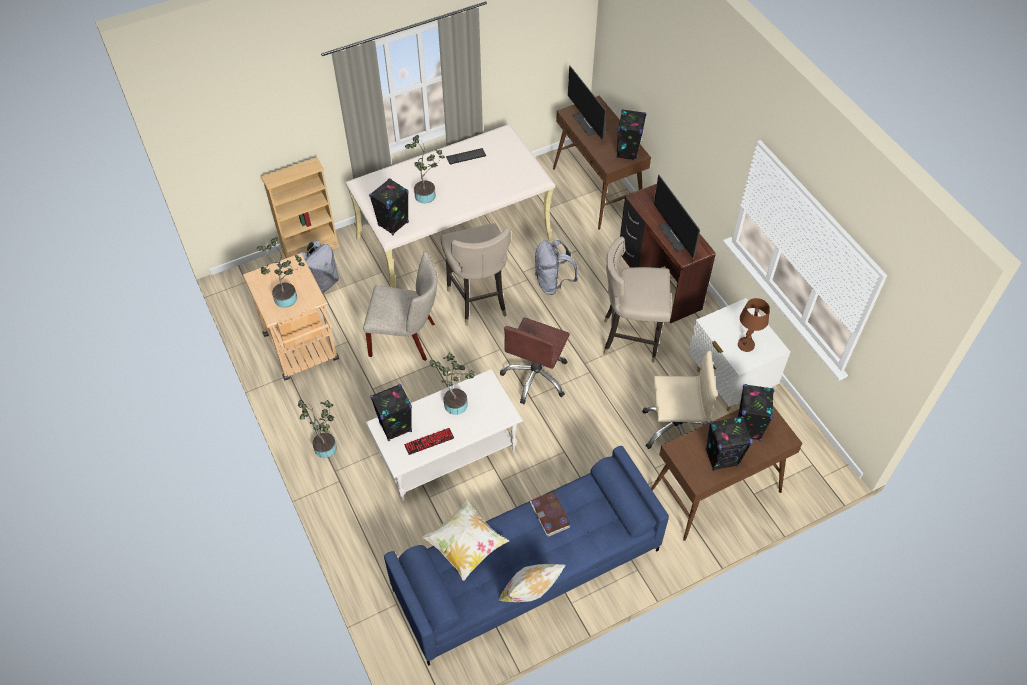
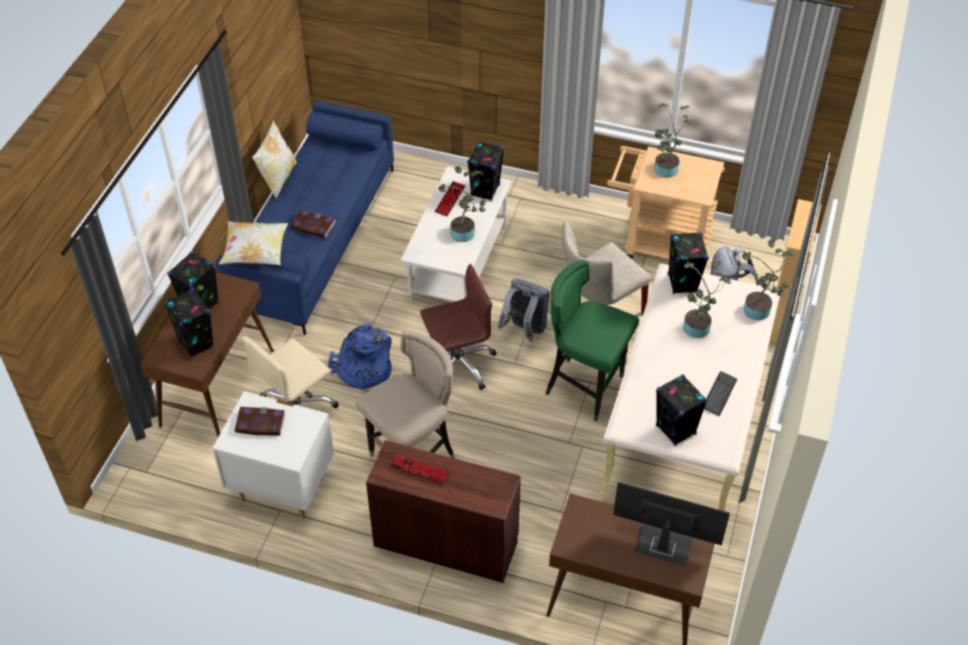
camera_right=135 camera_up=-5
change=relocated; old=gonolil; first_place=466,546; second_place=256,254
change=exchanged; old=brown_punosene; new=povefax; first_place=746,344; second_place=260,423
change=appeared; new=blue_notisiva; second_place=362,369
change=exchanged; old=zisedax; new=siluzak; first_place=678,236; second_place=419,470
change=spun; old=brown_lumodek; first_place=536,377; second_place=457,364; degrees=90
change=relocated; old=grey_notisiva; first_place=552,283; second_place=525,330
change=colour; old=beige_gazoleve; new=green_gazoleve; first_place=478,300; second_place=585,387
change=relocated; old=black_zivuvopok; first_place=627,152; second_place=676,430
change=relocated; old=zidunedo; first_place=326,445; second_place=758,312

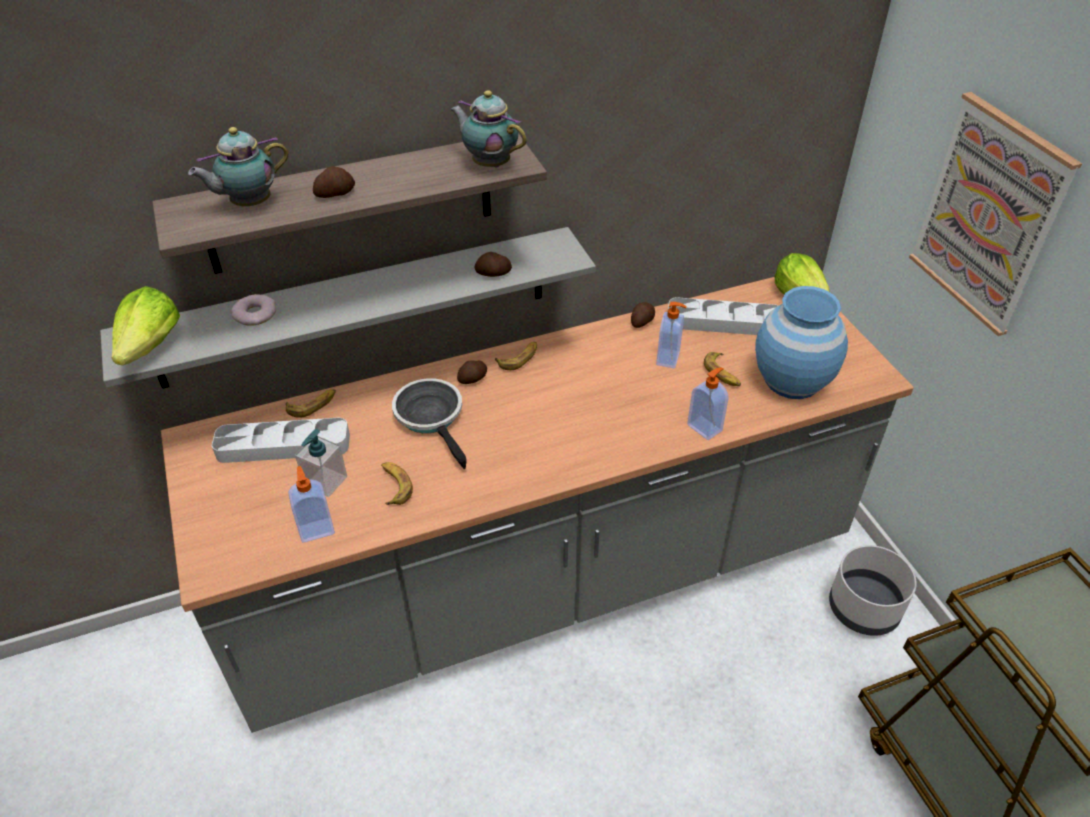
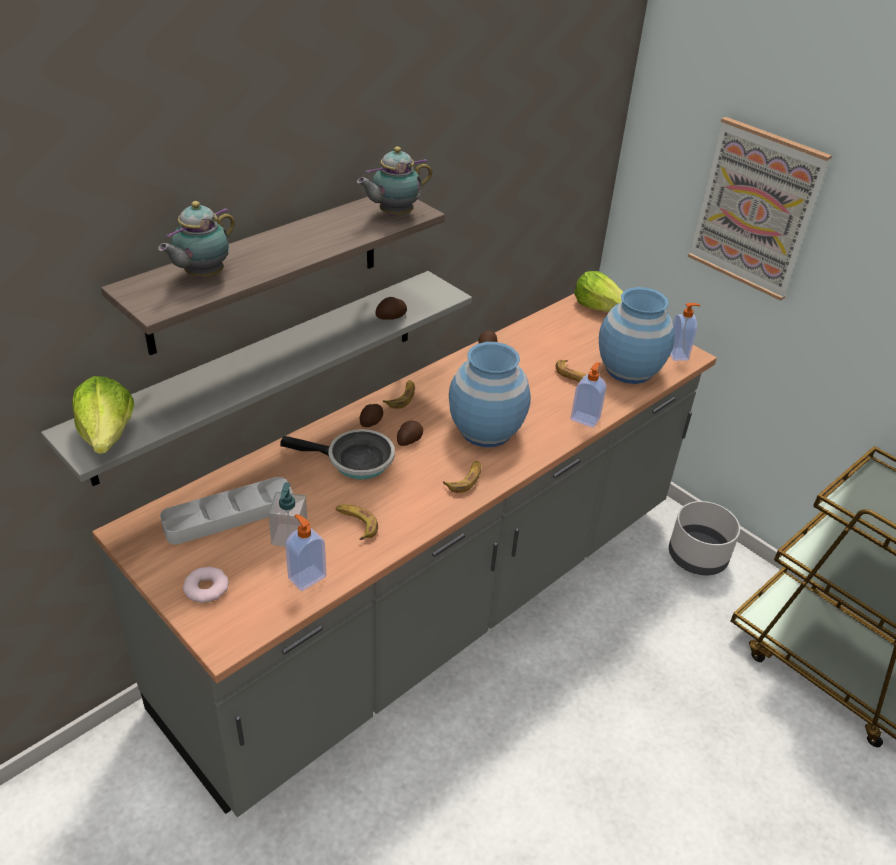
camera_right=-25 camera_up=-5
change=relocated; old=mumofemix; first_place=255,314; second_place=206,588
change=spun; old=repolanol; first_place=432,417; second_place=354,461; degrees=150
change=spun; old=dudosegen; first_place=489,164; second_place=393,214; degrees=-45
change=relocated; old=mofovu; first_place=334,193; second_place=409,440
change=relocated; old=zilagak; first_place=312,405; second_place=465,479
change=appeared; new=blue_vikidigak; second_place=485,431
change=relocated; old=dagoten; first_place=669,359; second_place=678,354
change=missing; old=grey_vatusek; first_place=724,322

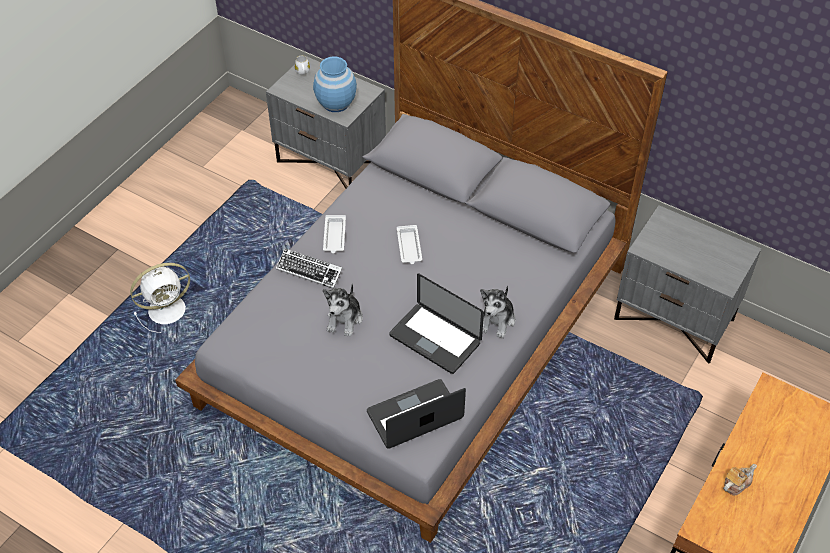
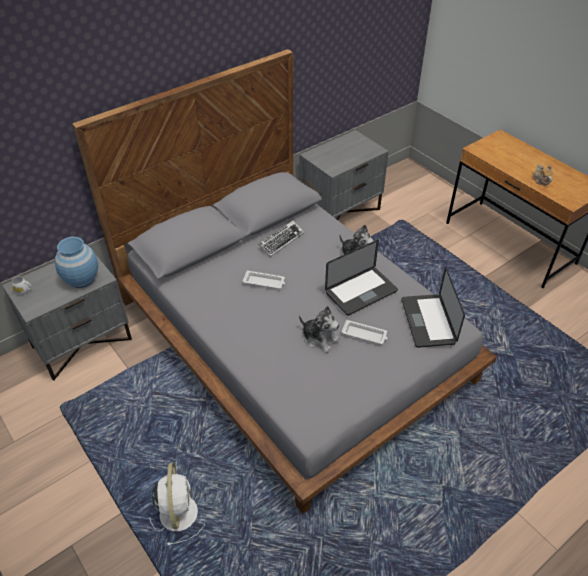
camera_right=-70 camera_up=-5
change=relocated; old=siluzak; first_place=309,271; second_place=281,241
change=relocated; old=white_vatusek; first_place=334,236; second_place=365,334

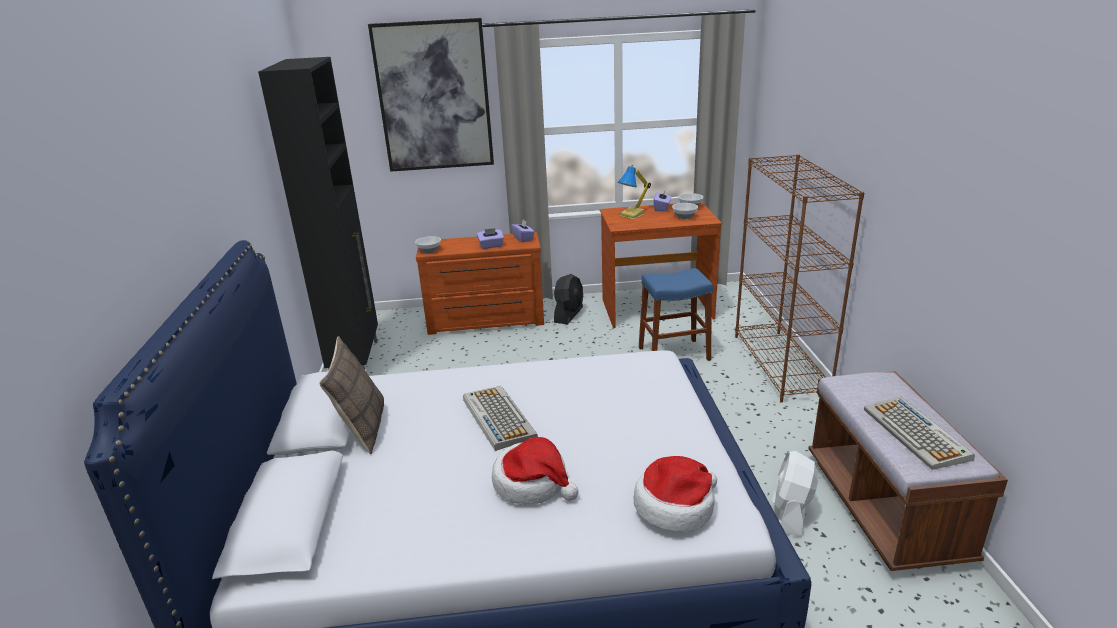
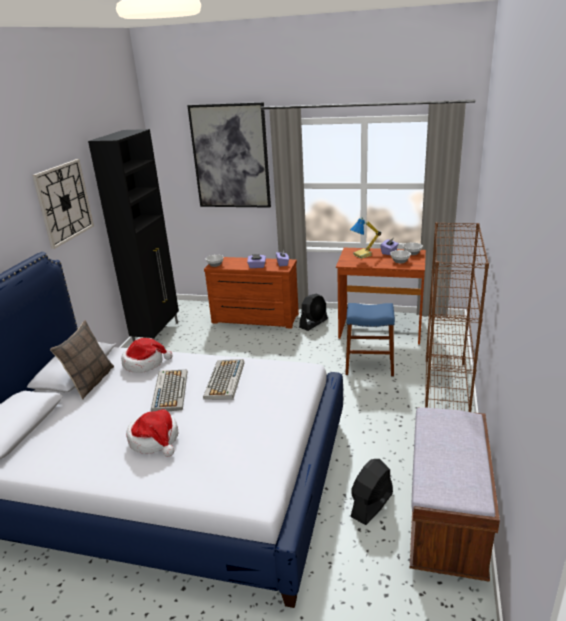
camera_right=20 camera_up=0
change=appeared; new=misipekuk; second_place=64,202
change=relocated; old=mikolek; first_place=675,506; second_place=145,363
change=relocated; old=siluzak; first_place=917,434; second_place=225,380
change=colour; old=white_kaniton; new=black_kaniton; first_place=791,512; second_place=371,505

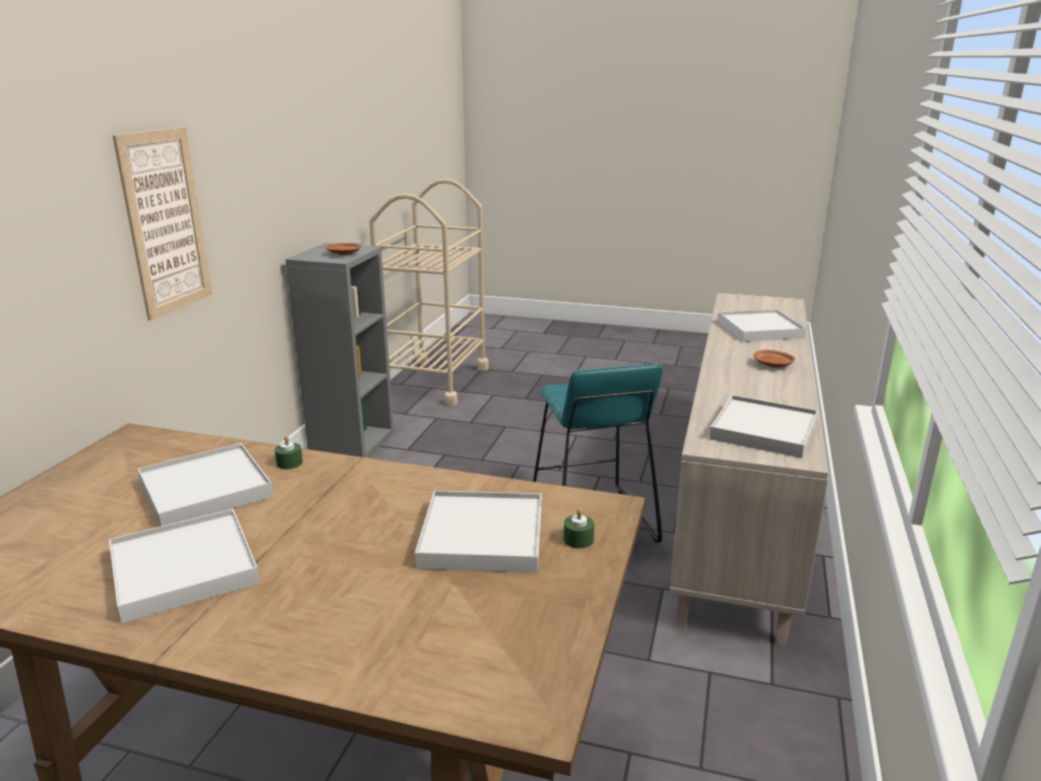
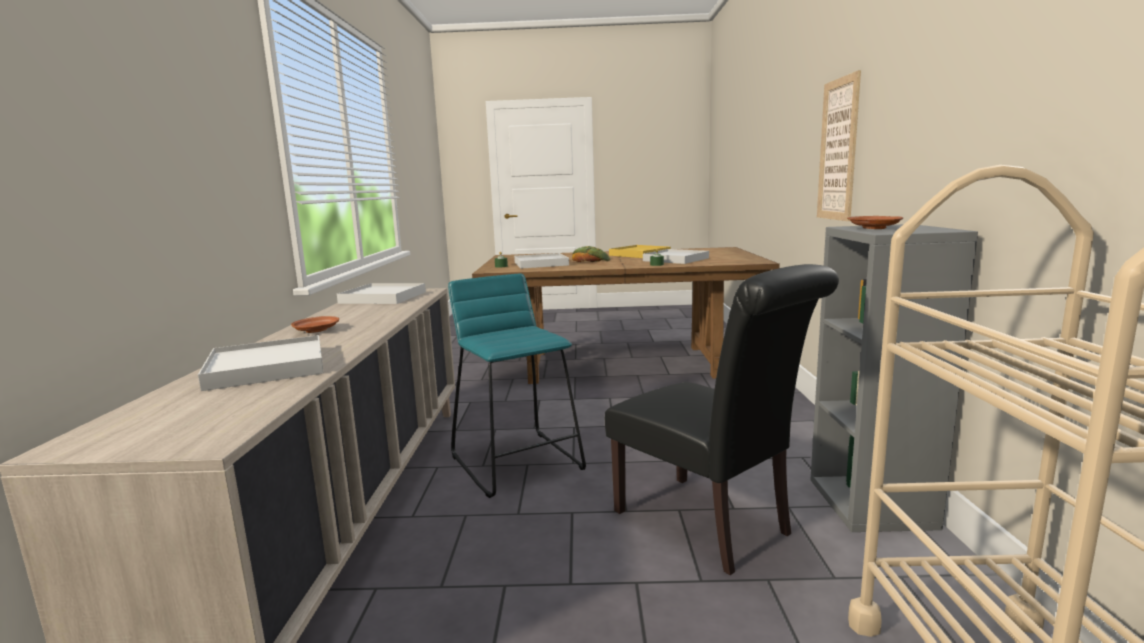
camera_right=165 camera_up=-10
change=appeared; new=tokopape; second_place=590,260
change=appeared; new=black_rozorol; second_place=709,525
change=colour; old=white_vatusek; new=yellow_vatusek; first_place=184,568; second_place=639,254

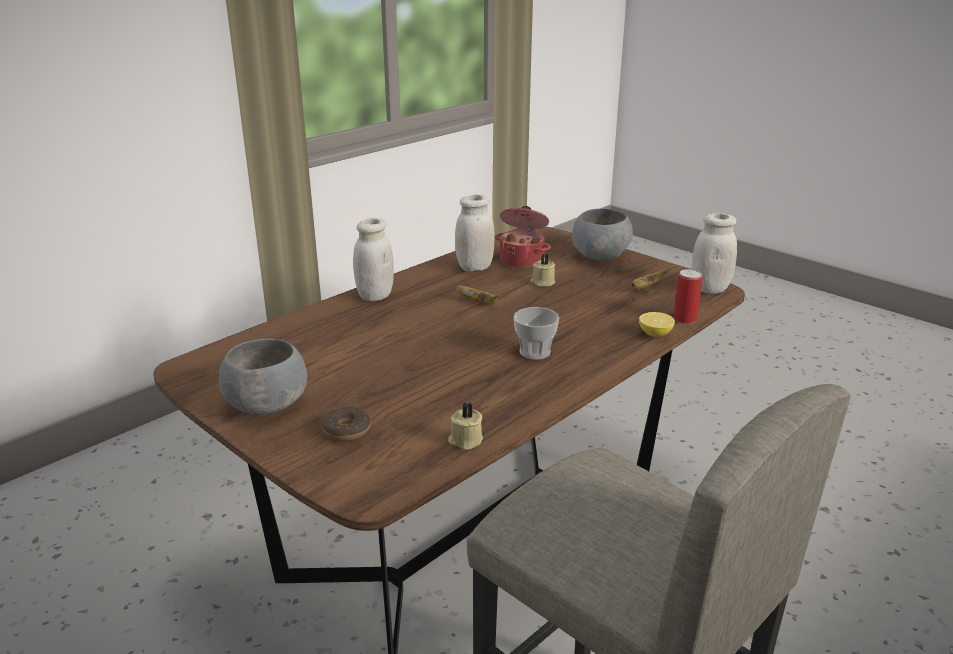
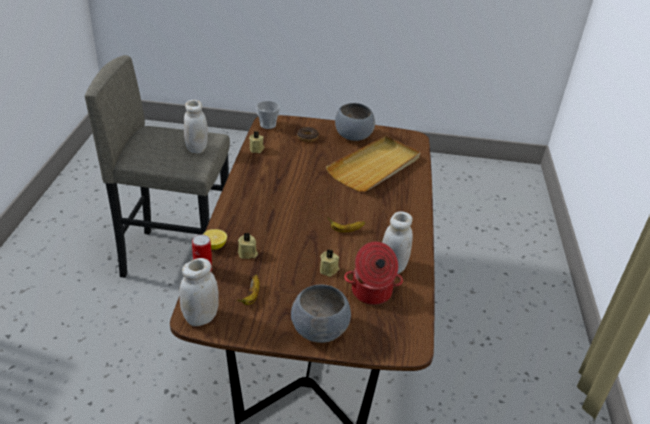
camera_right=140 camera_up=10
change=relocated; old=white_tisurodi; first_place=375,295; second_place=196,148
change=appeared; new=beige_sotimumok; second_place=247,253
change=relocated; old=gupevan; first_place=535,352; second_place=268,125
change=appeared; new=beige_vatusek; second_place=375,166

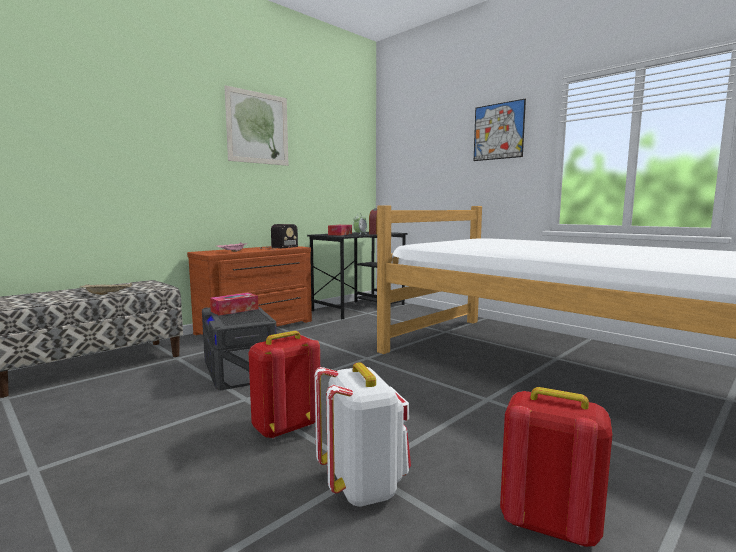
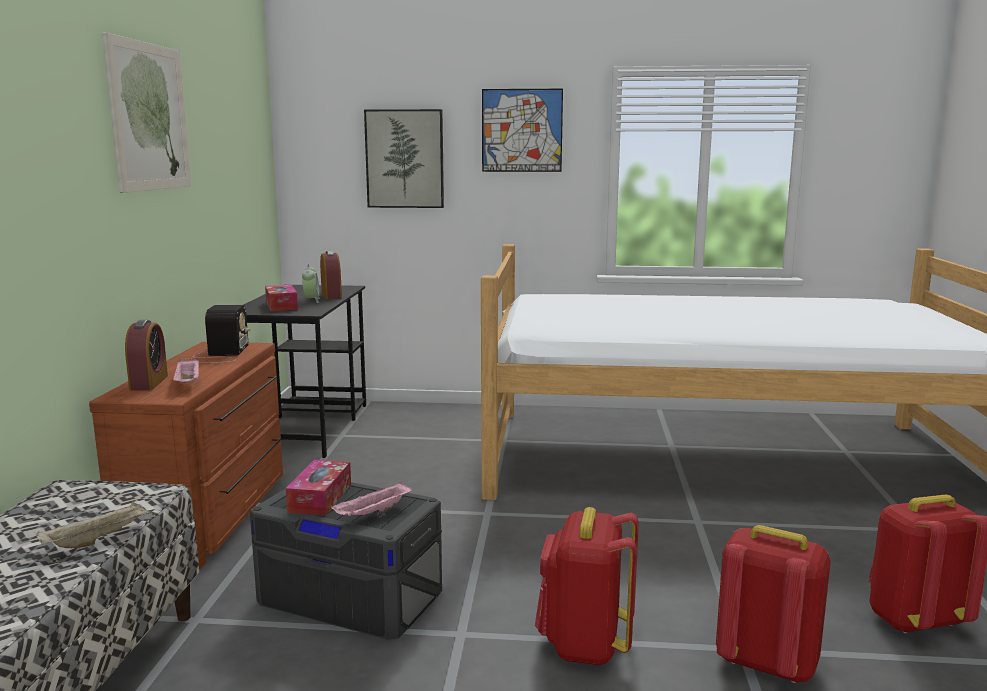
camera_right=-40 camera_up=5
change=appeared; new=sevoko; second_place=149,382
change=appeared; new=pink_vatusek; second_place=373,513
change=appeared; new=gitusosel; second_place=405,159
change=colour; old=white_notisiva; new=red_notisiva; first_place=363,485; second_place=765,663

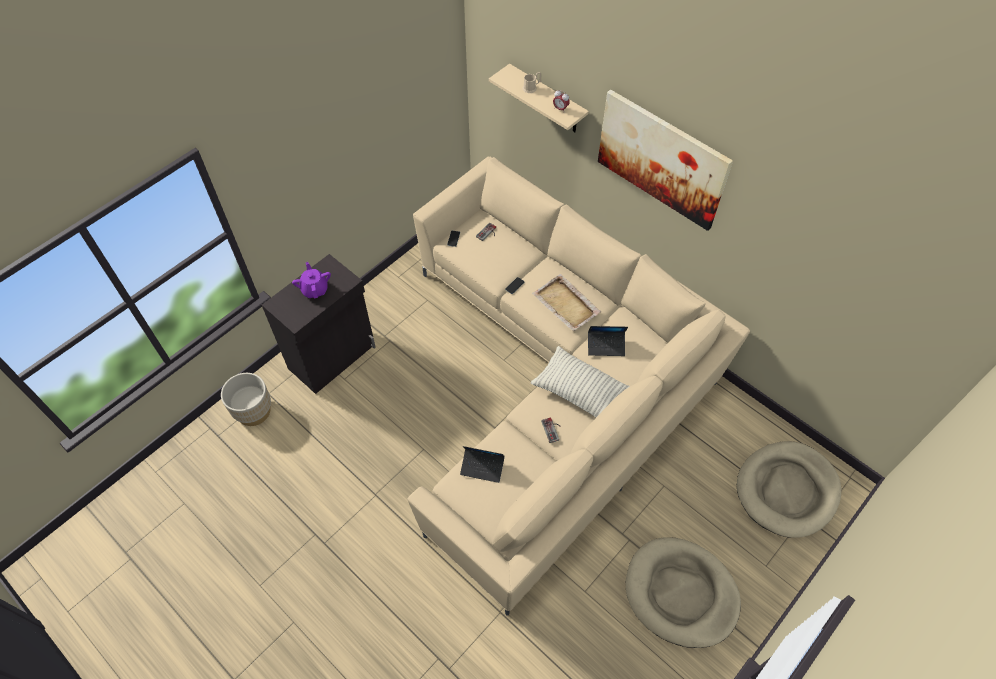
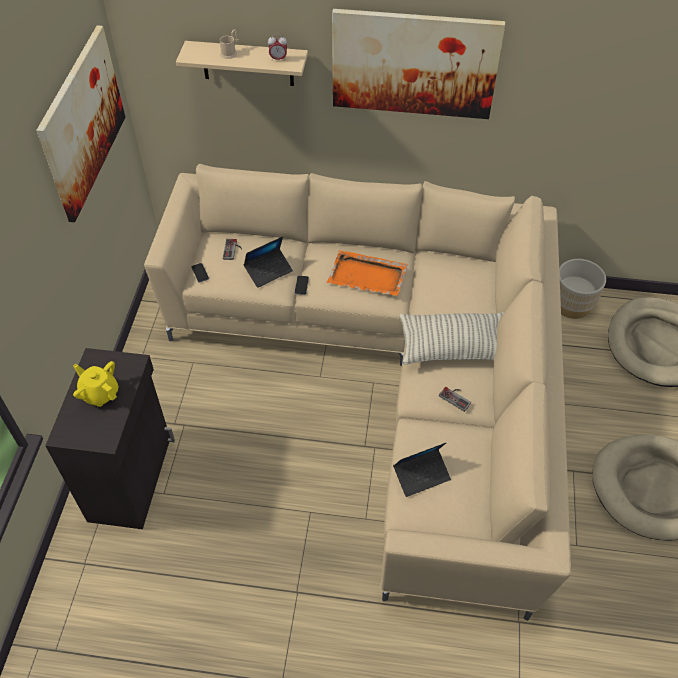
camera_right=-35 camera_up=-5
change=appeared; new=gitusosel; second_place=82,122
change=colour; old=purple_dudosegen; new=yellow_dudosegen; first_place=315,289; second_place=100,393
change=relocated; old=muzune; first_place=606,346; second_place=268,271
change=colour; old=beige_vatusek; new=orange_vatusek; first_place=566,304; second_place=368,276
change=relocated; old=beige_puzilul; first_place=253,411; second_place=572,305

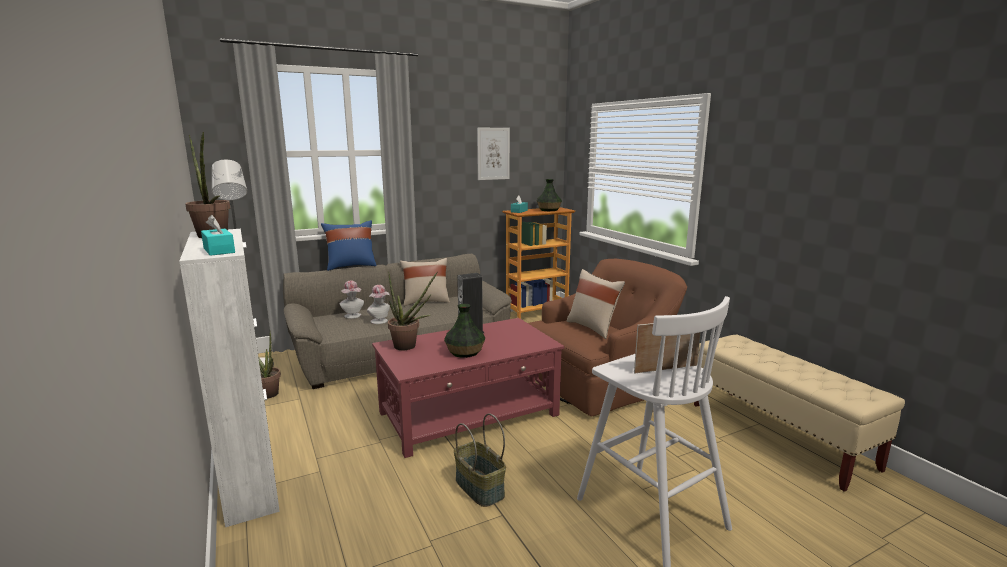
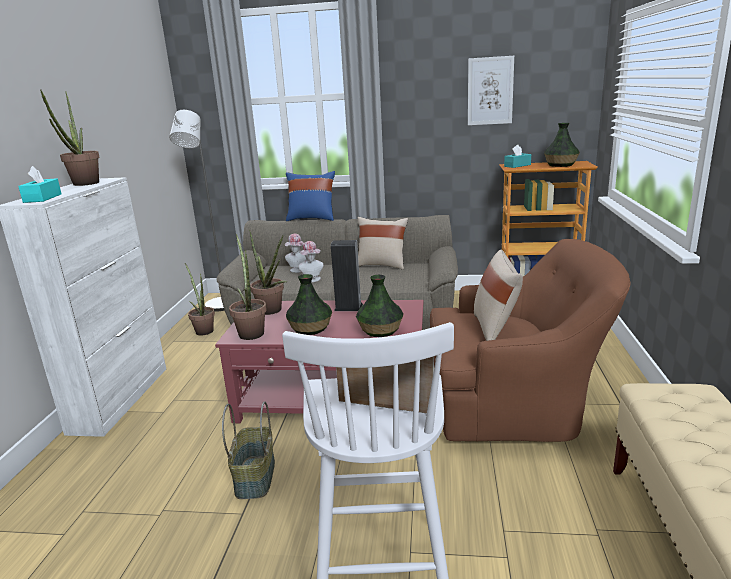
camera_right=35 camera_up=5
change=appeared; new=zidunedo; second_place=251,332
change=appeared; new=vikidigak; second_place=380,330

